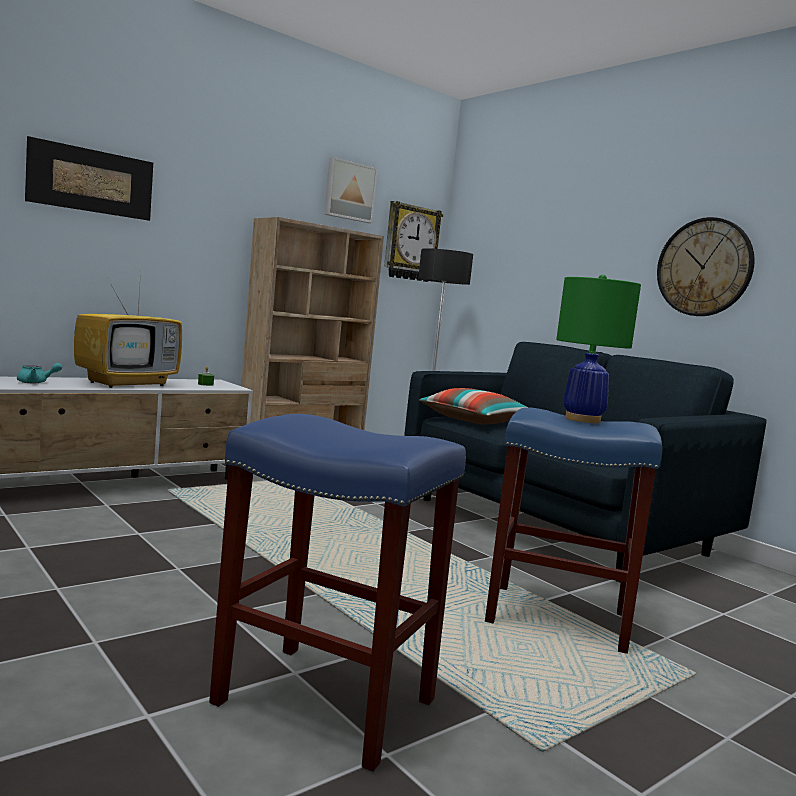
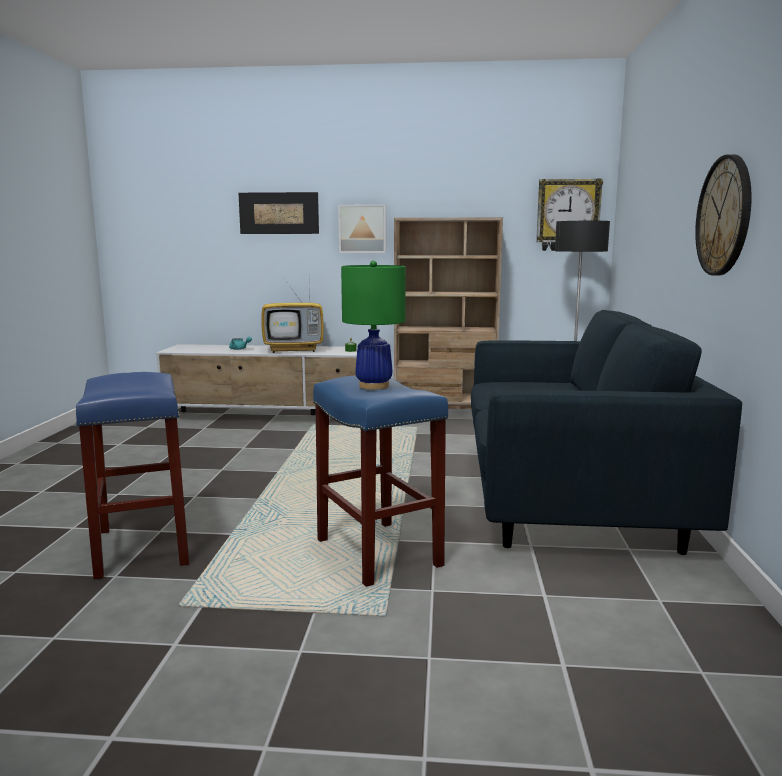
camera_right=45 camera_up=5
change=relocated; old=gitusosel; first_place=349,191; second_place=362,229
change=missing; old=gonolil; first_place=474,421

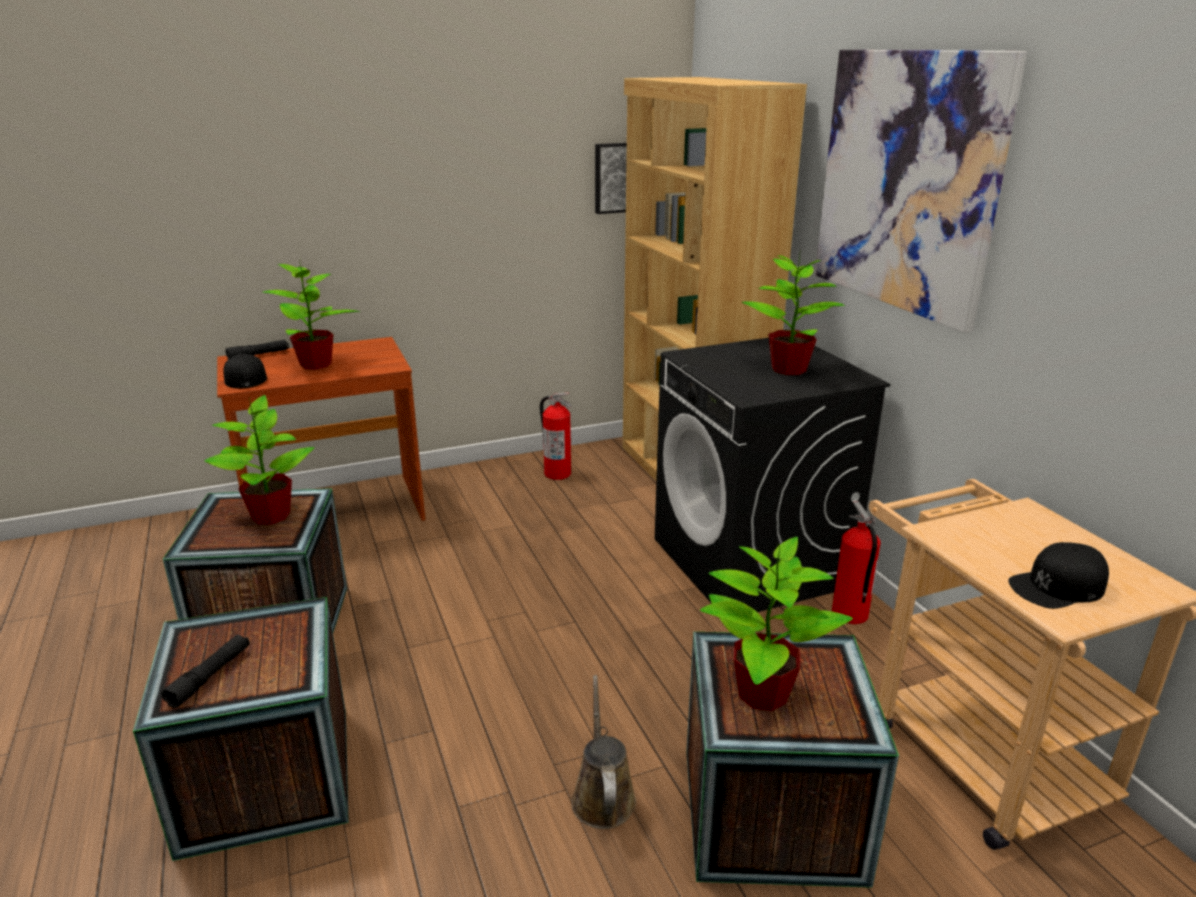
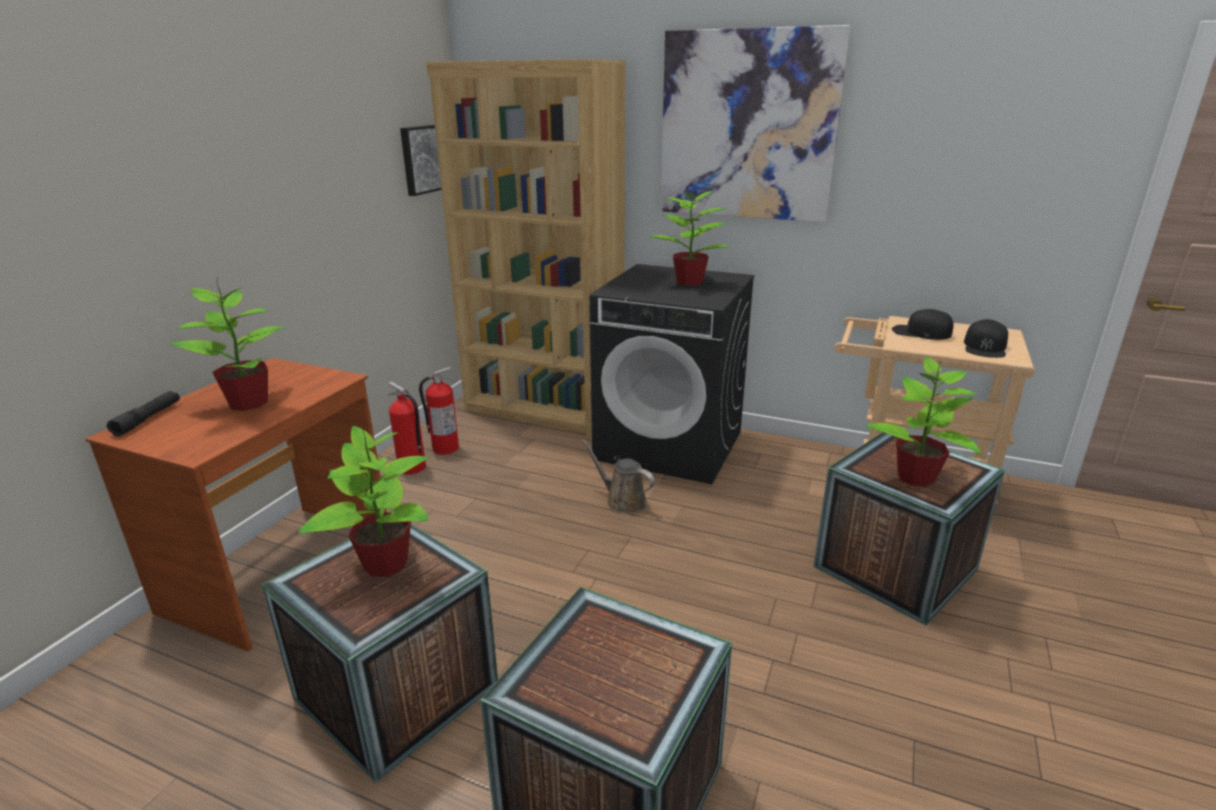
camera_right=-45 camera_up=0
change=relocated; old=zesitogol; first_place=849,614; second_place=412,468
change=relocated; old=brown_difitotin; first_place=602,796; second_place=623,501
change=relocated; old=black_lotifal; first_place=245,378; second_place=921,332
change=missing; old=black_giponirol; first_place=210,676

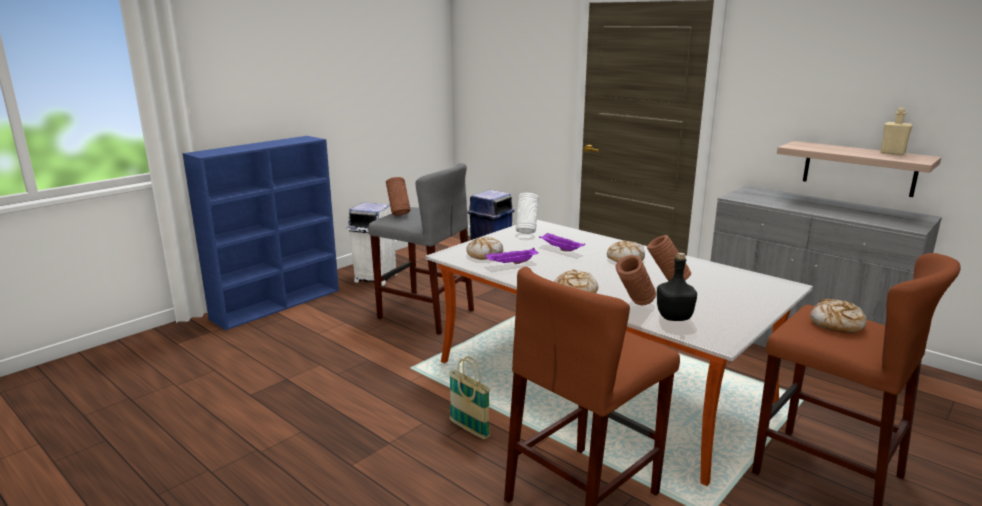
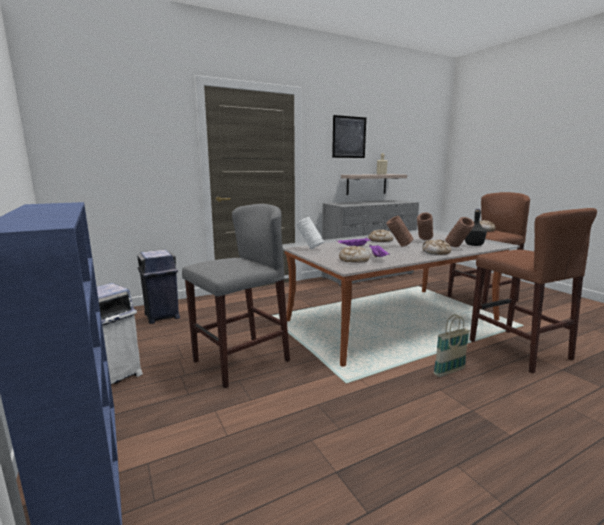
camera_right=-70 camera_up=-5
change=appeared; new=gitusosel; second_place=349,137
change=relocated; old=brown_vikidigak; first_place=399,214; second_place=398,246

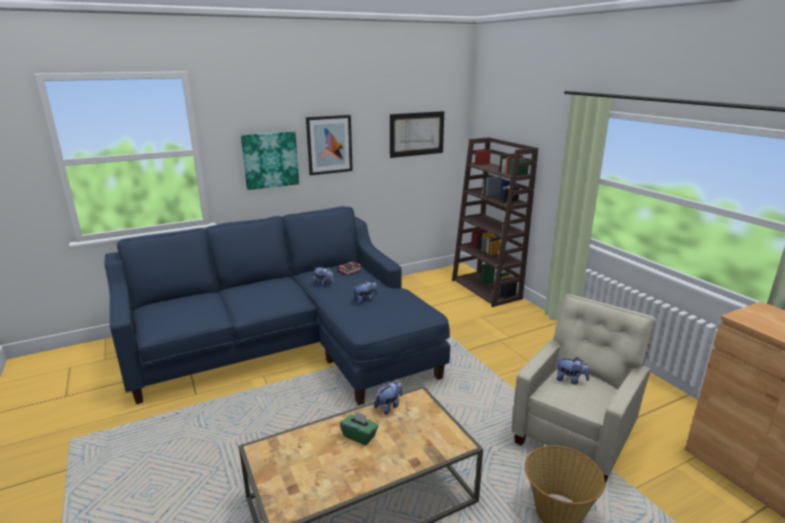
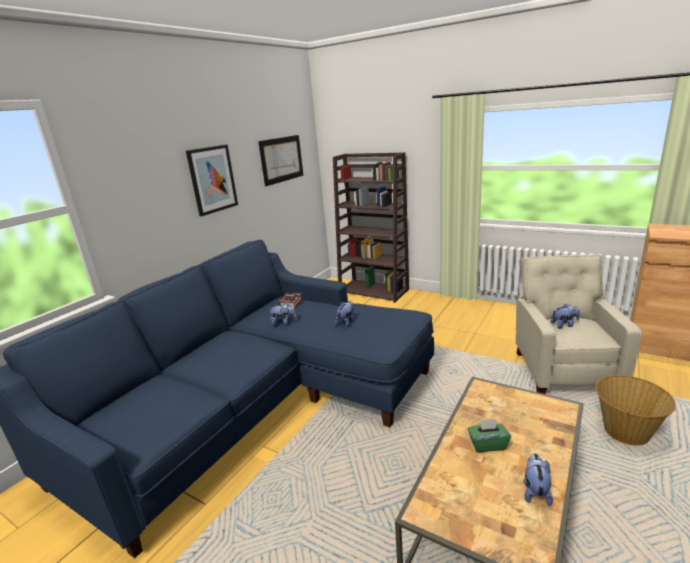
camera_right=-30 camera_up=0
change=relocated; old=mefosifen; first_place=389,406; second_place=535,491
change=missing; old=gitusosel; first_place=270,160

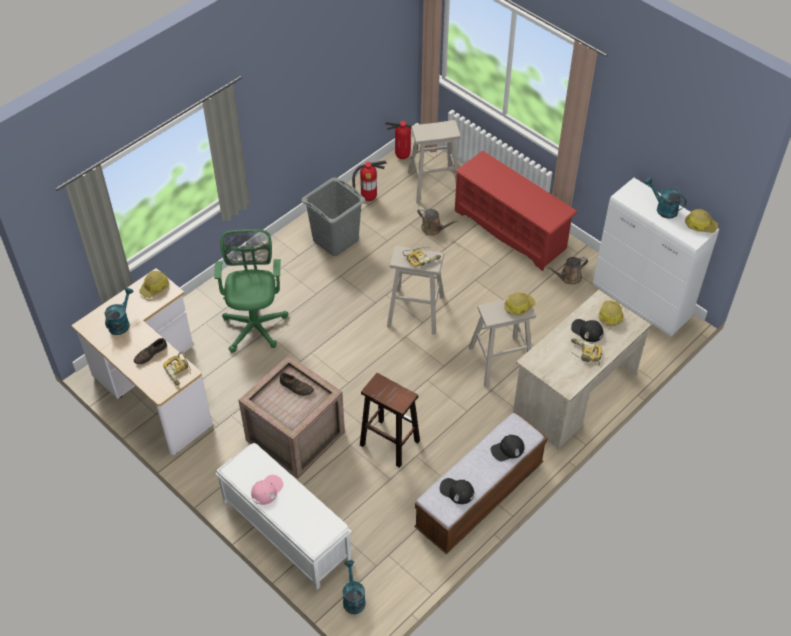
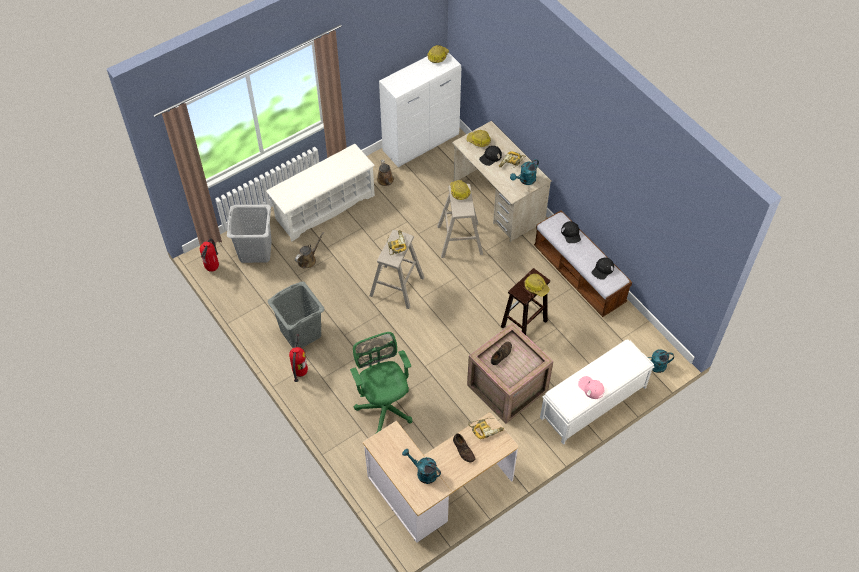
camera_right=-80 camera_up=5
change=exchanged; old=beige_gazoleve; new=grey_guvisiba; first_place=434,184; second_place=255,250
change=colour; old=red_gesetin; new=white_gesetin; first_place=510,230; second_place=324,207
change=relocated; old=zesitogol; first_place=369,198; second_place=300,372
change=spun; old=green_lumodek; first_place=255,324; second_place=384,406; degrees=60
change=relocated; old=turquoise_difitotin; first_place=663,208; second_place=525,180
change=relocated; old=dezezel; first_place=155,287; second_place=536,287

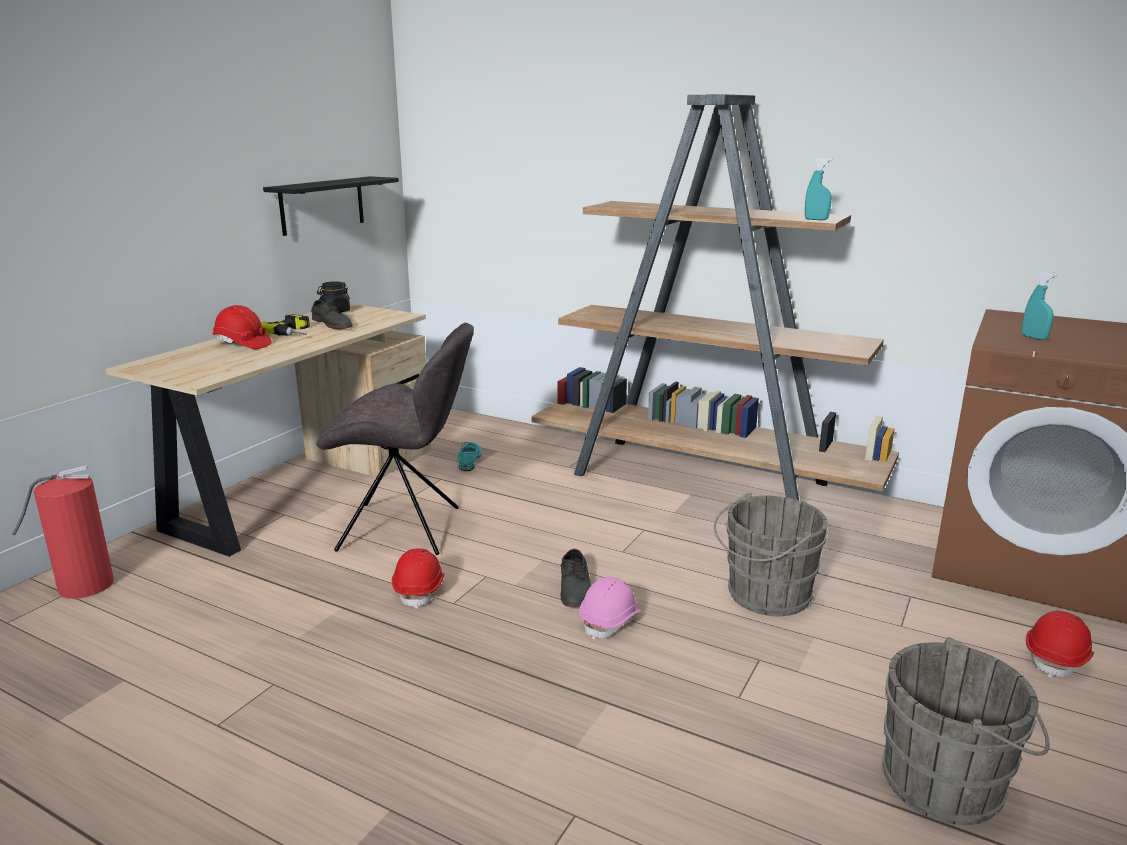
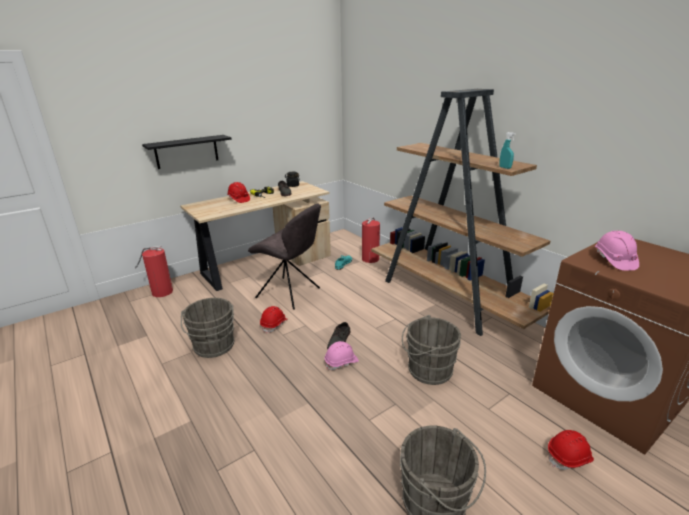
camera_right=25 camera_up=5
change=relocated; old=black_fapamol; first_place=322,205; second_place=187,151
change=appeared; new=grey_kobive; second_place=214,347
change=appeared; new=zesitogol; second_place=370,258
change=exchanged; old=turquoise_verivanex; new=pink_dezezel; first_place=1034,337; second_place=614,260

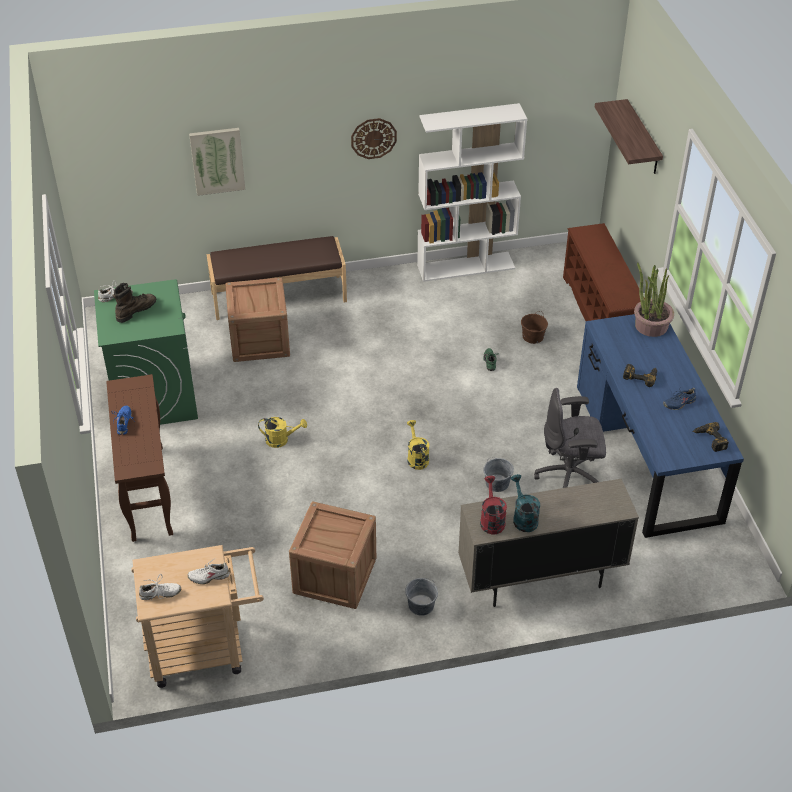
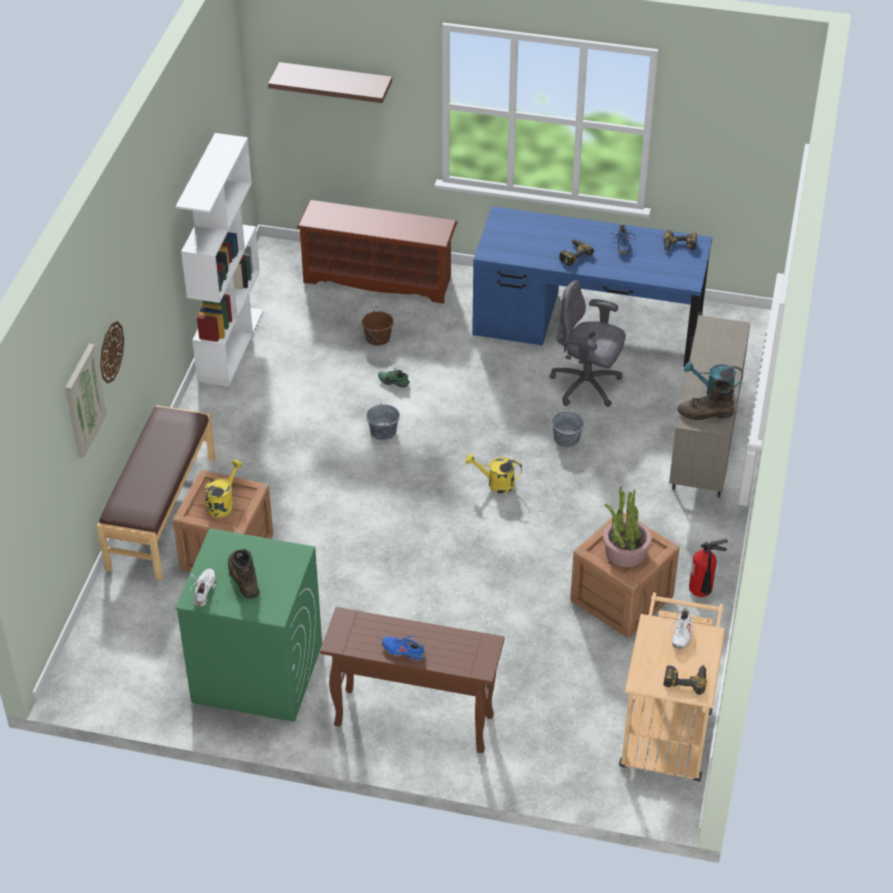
camera_right=-65 camera_up=0
change=relocated; old=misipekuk; first_place=373,138; second_place=111,352
change=relocated; old=yellow_difitotin; first_place=281,440; second_place=223,503
change=relocated; old=grey_kobive; first_place=421,605; second_place=383,432
change=spun; old=grey_lumodek; first_place=569,476; second_place=587,386; degrees=90
change=relocated; old=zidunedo; first_place=651,325; second_place=625,552
change=exchanged; old=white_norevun; new=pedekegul; first_place=160,594; second_place=685,679
change=exchanged; old=red_difitotin; new=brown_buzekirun; first_place=491,519; second_place=705,413
change=appeared; new=zesitogol; second_place=702,593

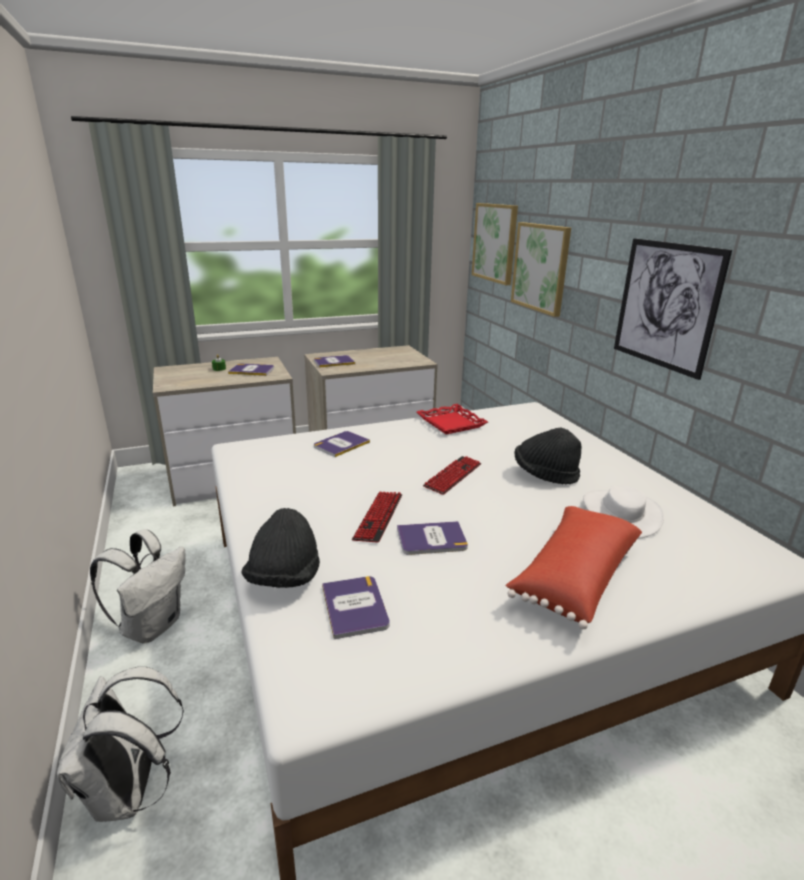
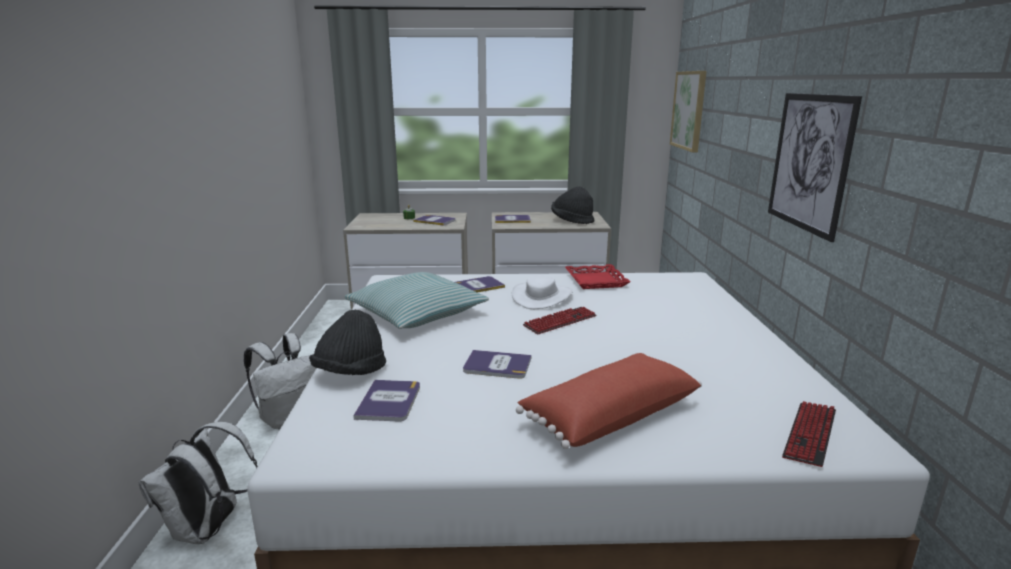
camera_right=20 camera_up=-5
change=appeared; new=gonolil; second_place=417,313
change=relocated; old=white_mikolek; first_place=621,513; second_place=542,297
change=relocated; old=black_mikolek; first_place=545,475; second_place=572,221
change=relocated; old=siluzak; first_place=378,517; second_place=810,434
change=missing; old=gitusosel; first_place=540,267

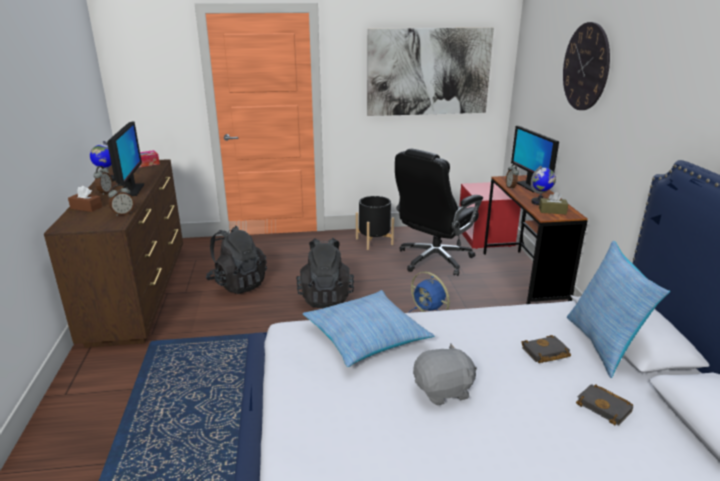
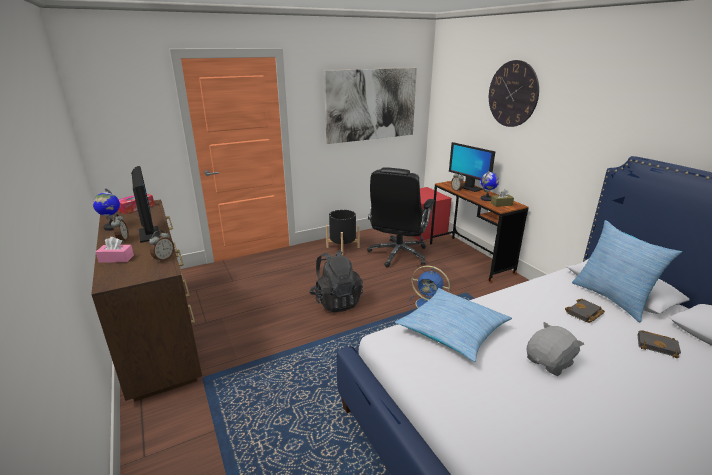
camera_right=-20 camera_up=0
change=colour; old=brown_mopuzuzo; new=pink_mopuzuzo; first_place=86,208; second_place=116,259
change=missing; old=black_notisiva; first_place=238,284

